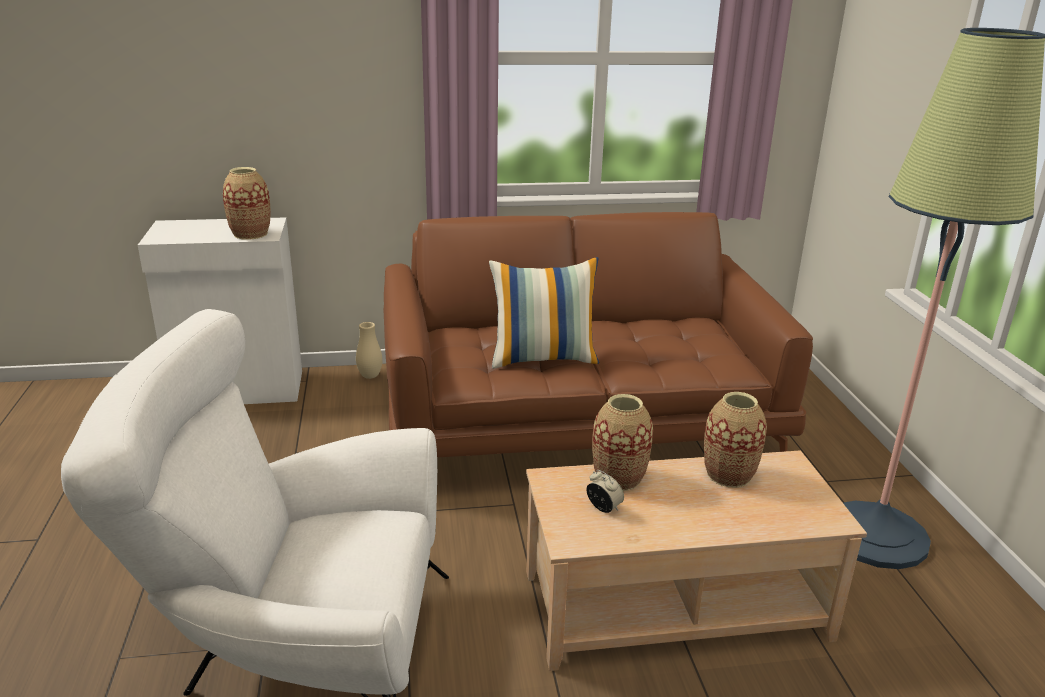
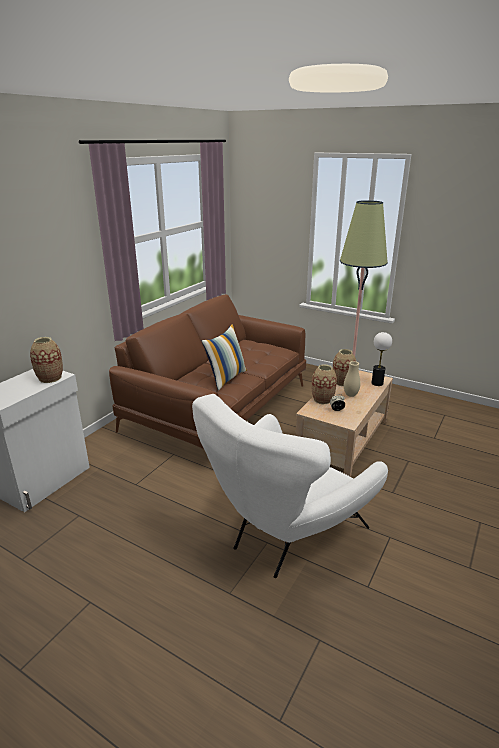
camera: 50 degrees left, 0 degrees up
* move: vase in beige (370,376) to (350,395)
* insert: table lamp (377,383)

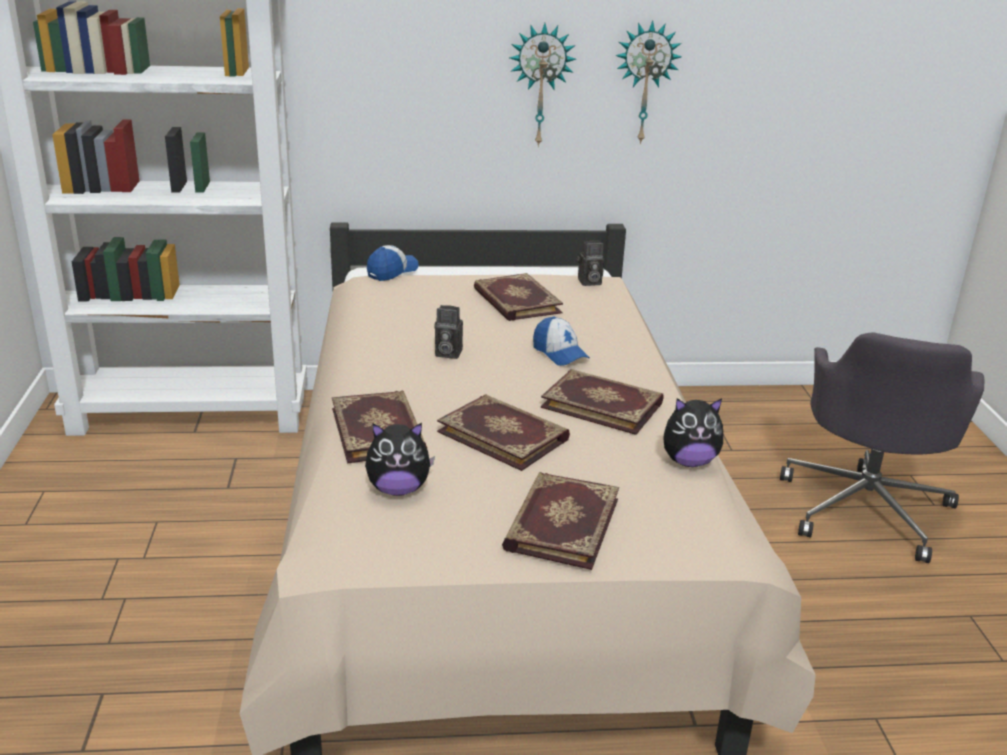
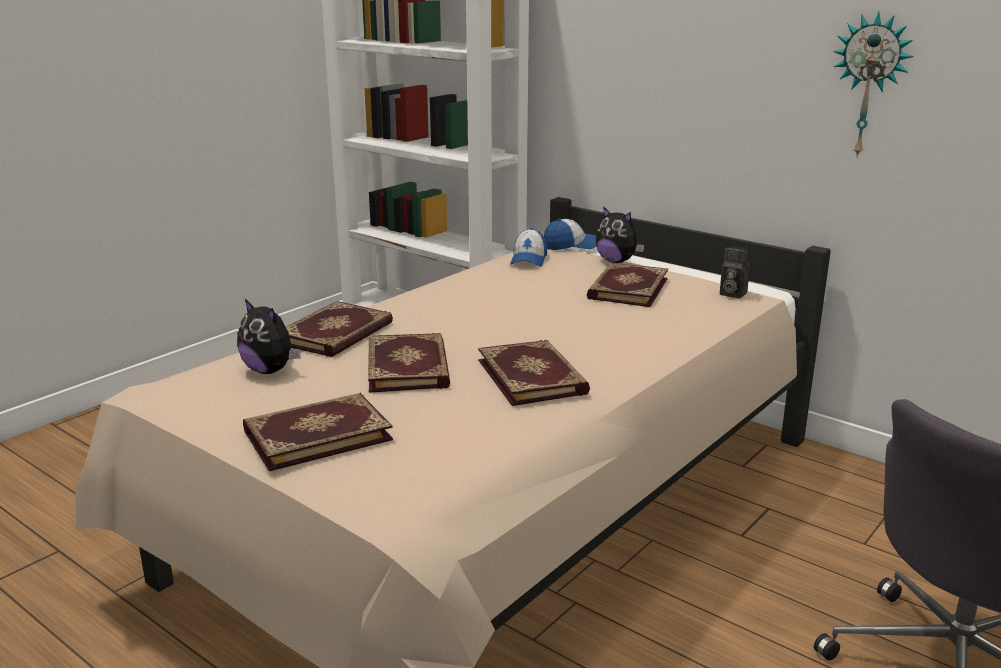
camera: 45 degrees right, 5 degrees down
* delete: photo camera (446,353)
* delete: wall clock (540,85)
* move: cap (560,353) to (528,260)
* move: plush toy (689,461) to (616,261)

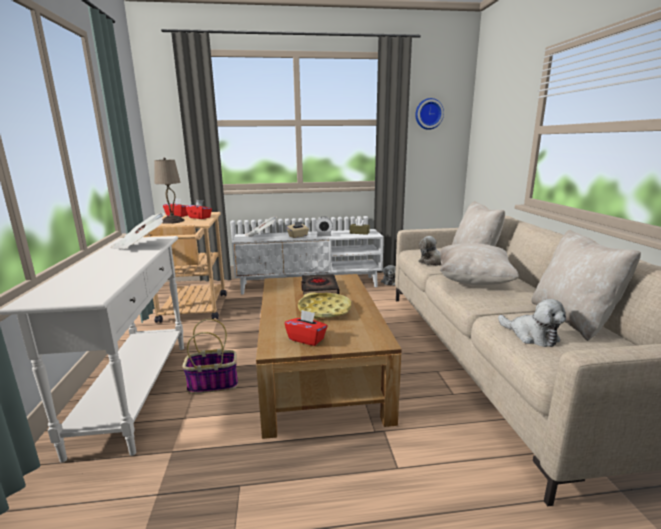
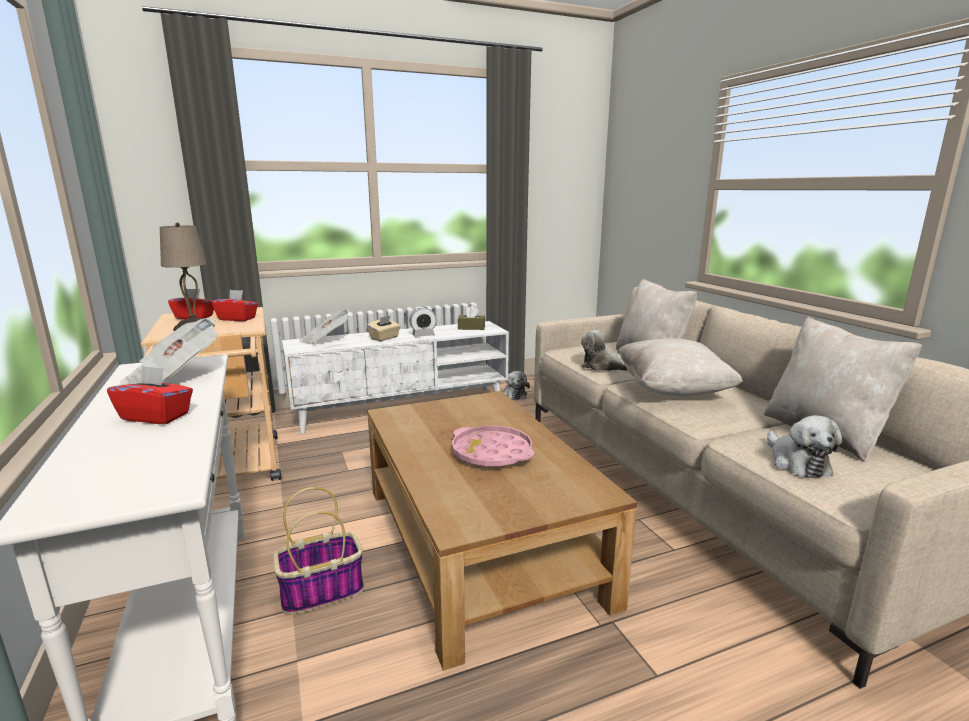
camera: 15 degrees left, 0 degrees up
* move: tissue box in red (306,339) to (156,416)
* recolor: tray in yellow (324,310) to tray in pink (492,453)
* delete: book in black (319,288)
* delete: wall clock (428,114)
* rotate: plush toy (531,336) = (797,462) 45 degrees clockwise

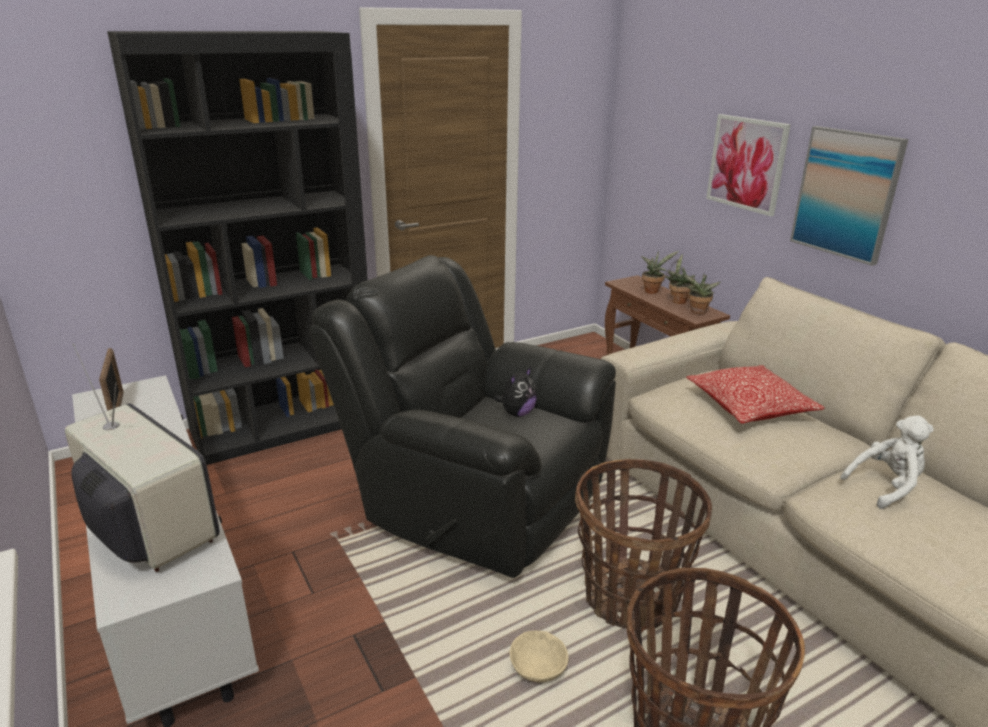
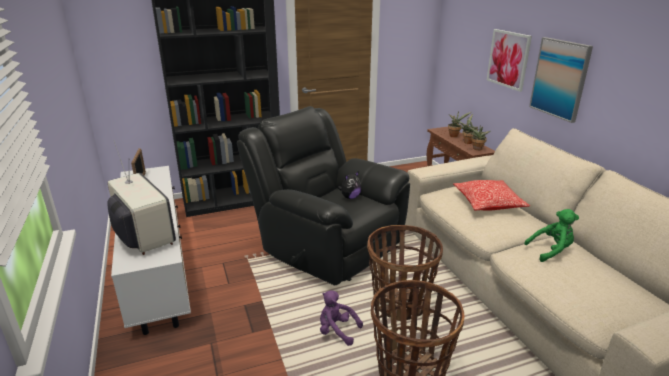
camera: 10 degrees right, 0 degrees up
* replace: bowl in beige (537,668) to plush toy in purple (337,331)
* recolor: plush toy in white (886,487) to plush toy in green (551,251)

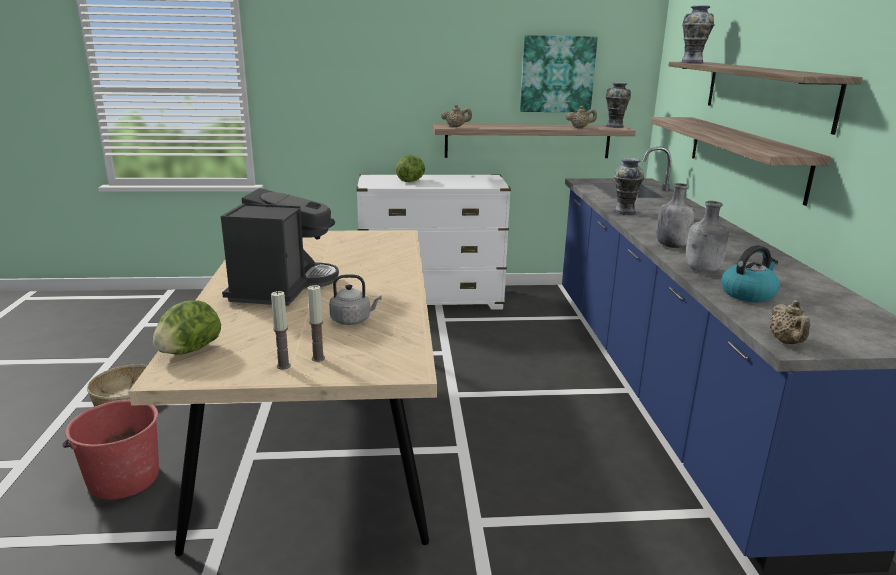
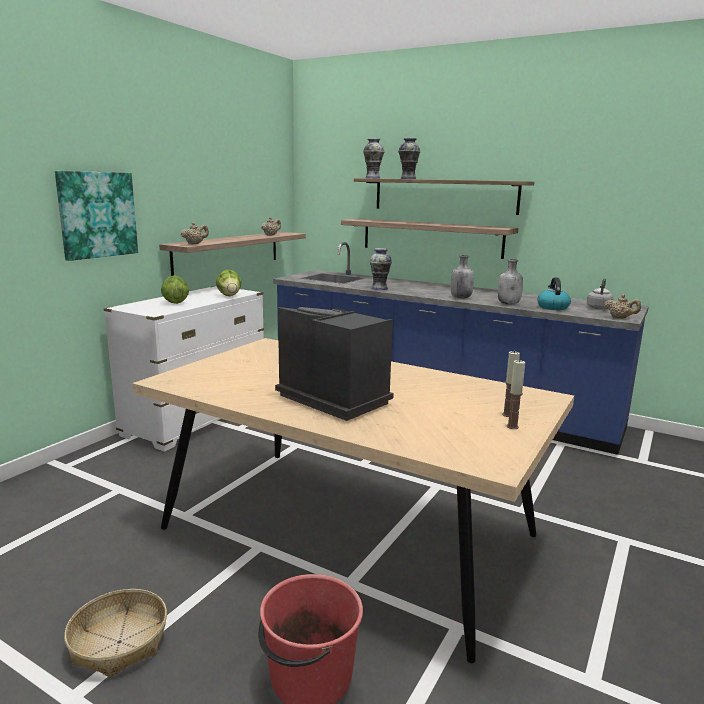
camera: 55 degrees left, 5 degrees down
* move: lettuce (189,351) to (229,296)
* move: kettle in grey (353,320) to (599,308)
* move: picture (557,74) to (97,214)
* move: vase (614,126) to (408,178)

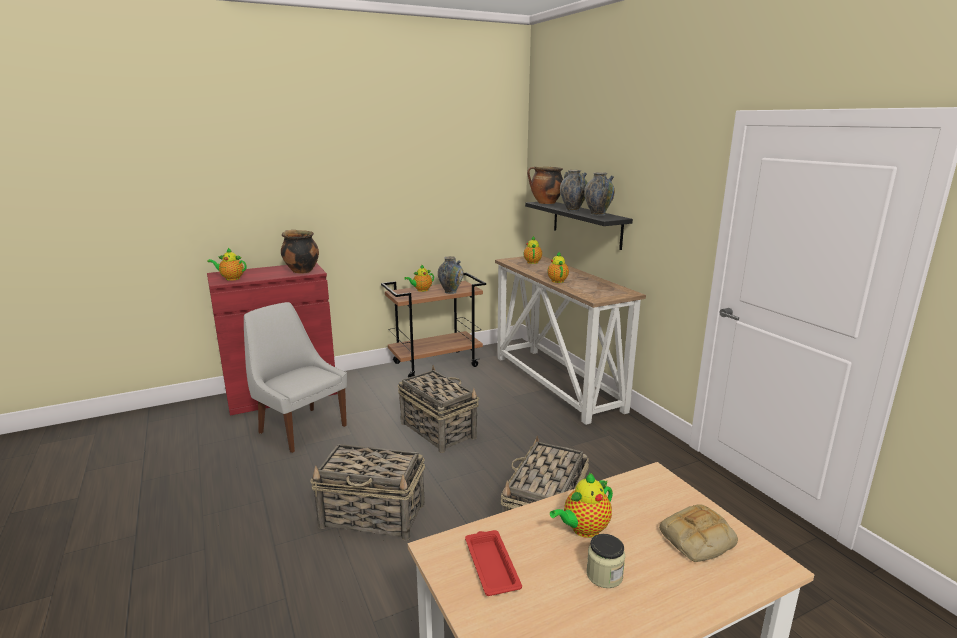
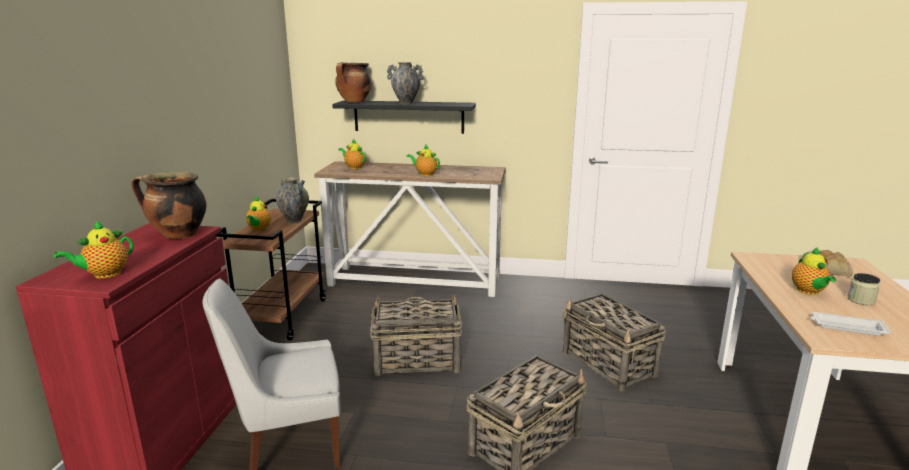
camera: 55 degrees left, 0 degrees up
* recolor: tray in red (491,565) to tray in white (846,327)
* delete: vase (597,214)

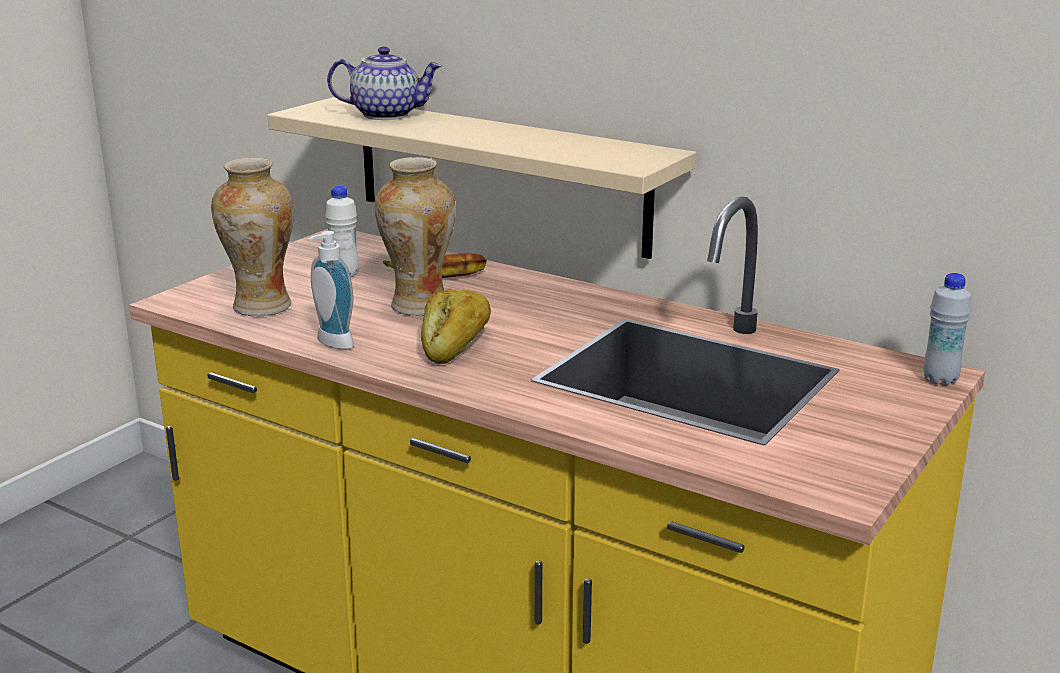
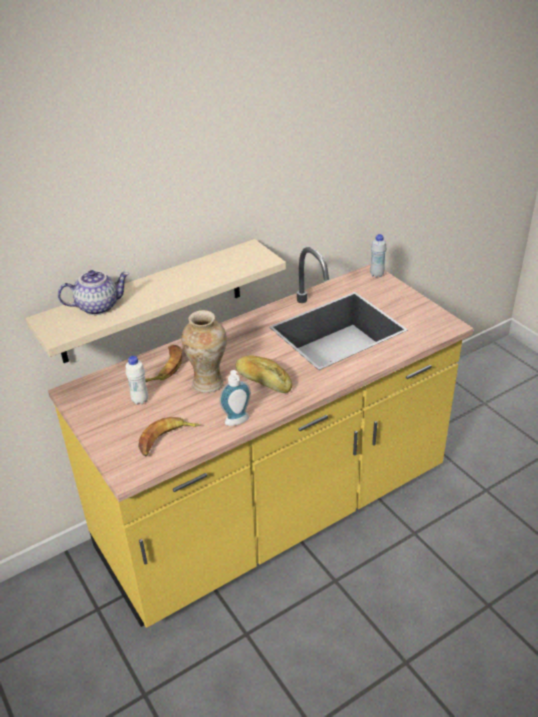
camera: 65 degrees left, 15 degrees up
* replace: vase (261,307) to banana (166,439)
* rotate: teapot (387,115) = (98,306) 45 degrees clockwise

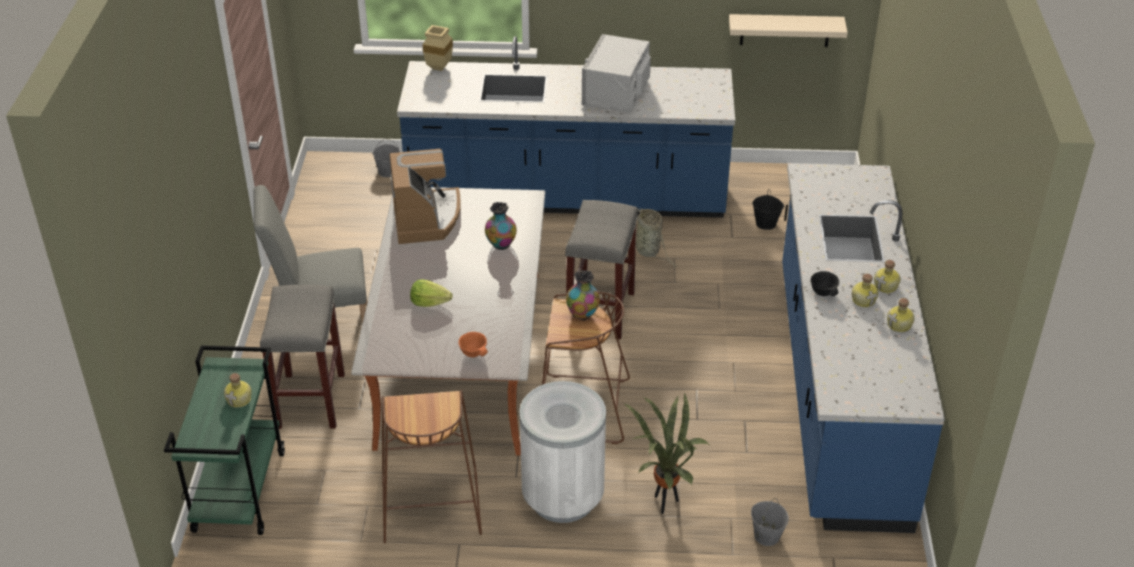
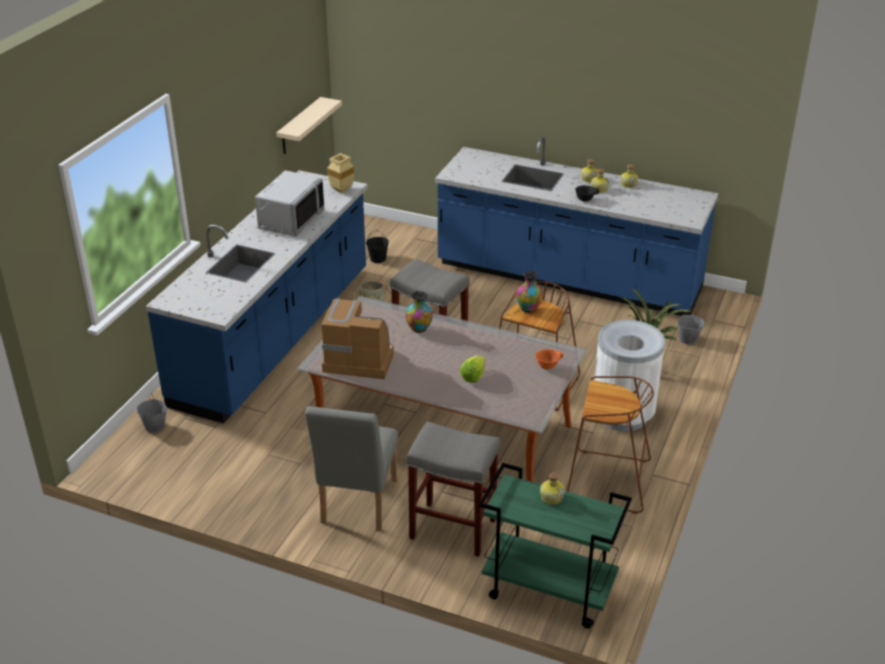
camera: 70 degrees left, 5 degrees down
* move: vase in beige (437,68) to (341,191)
* rotate: microwave in grey (616,93) = (290,220) 105 degrees counterclockwise

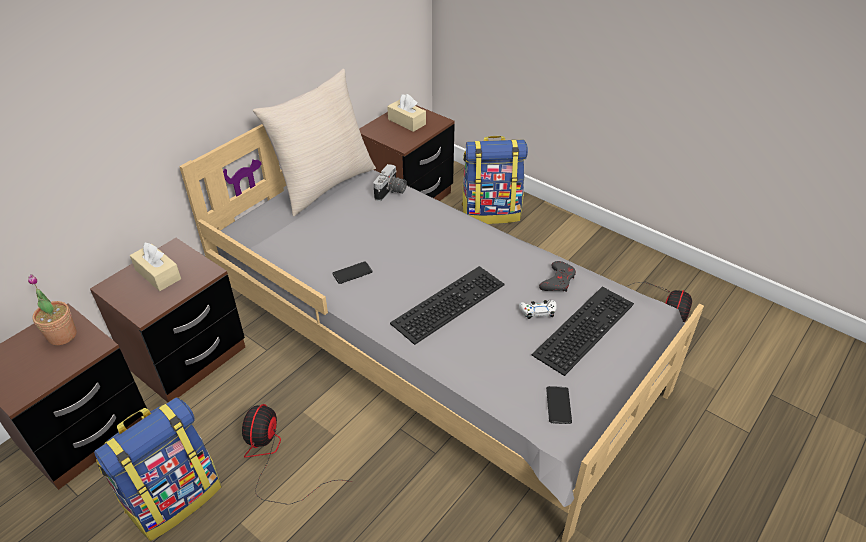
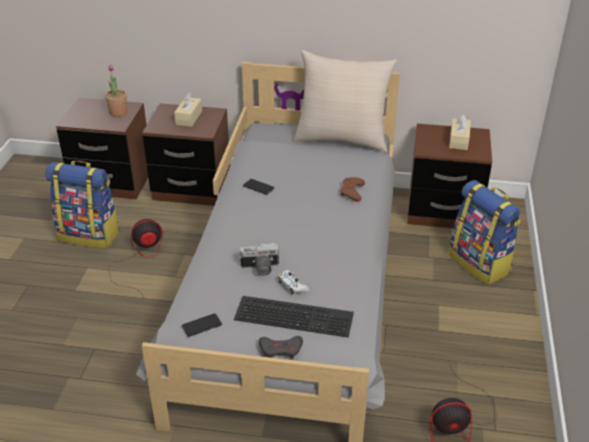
camera: 60 degrees right, 5 degrees down
* move: photo camera (391,192) to (260,268)
* delete: keyboard (448,302)
* move: game controller in grey (558,281) to (281,349)
* insert: game controller in brown (352,192)

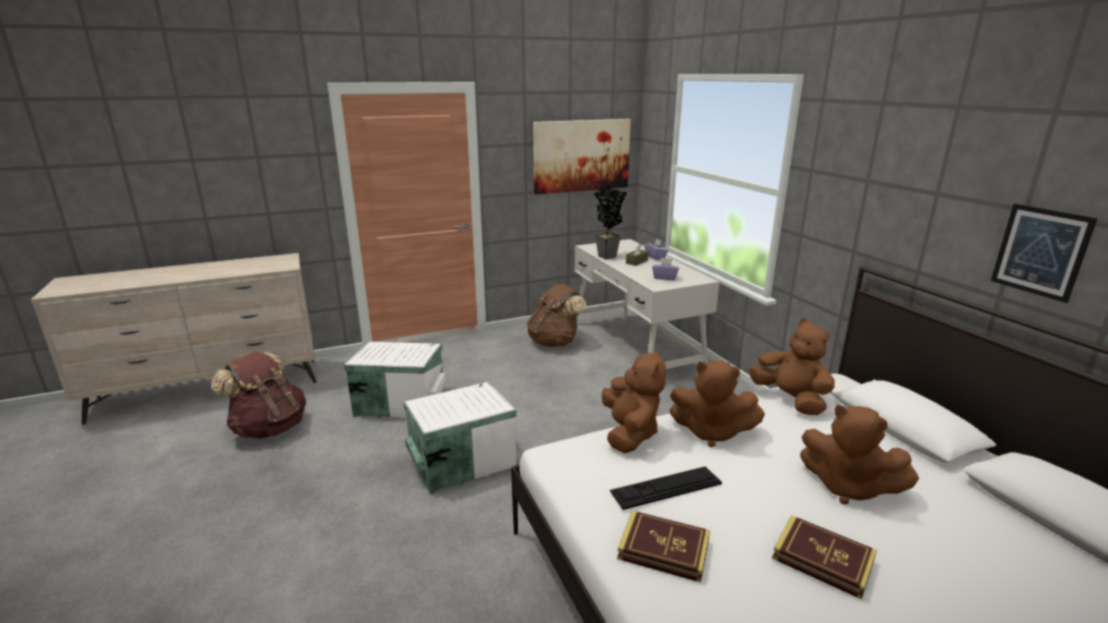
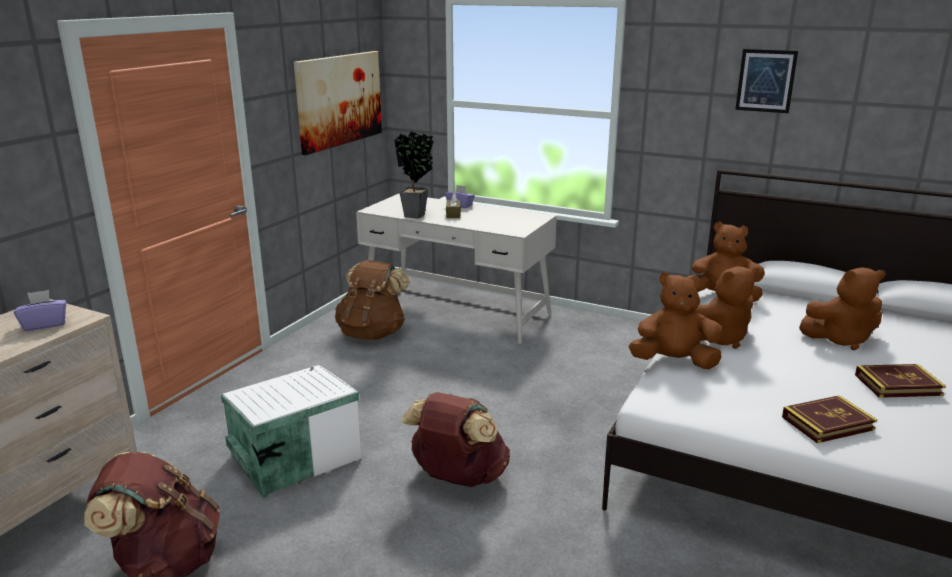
camera: 40 degrees left, 0 degrees up
* replace: storage box in white (460,459) to backpack in brown (458,478)
* rotate: plush toy in brown (629,433) = (674,362) 45 degrees counterclockwise
* delete: keyboard (666,487)
* move: tissue box in purple (665,277) to (45,324)
* move: picture (1040,251) to (766,81)

